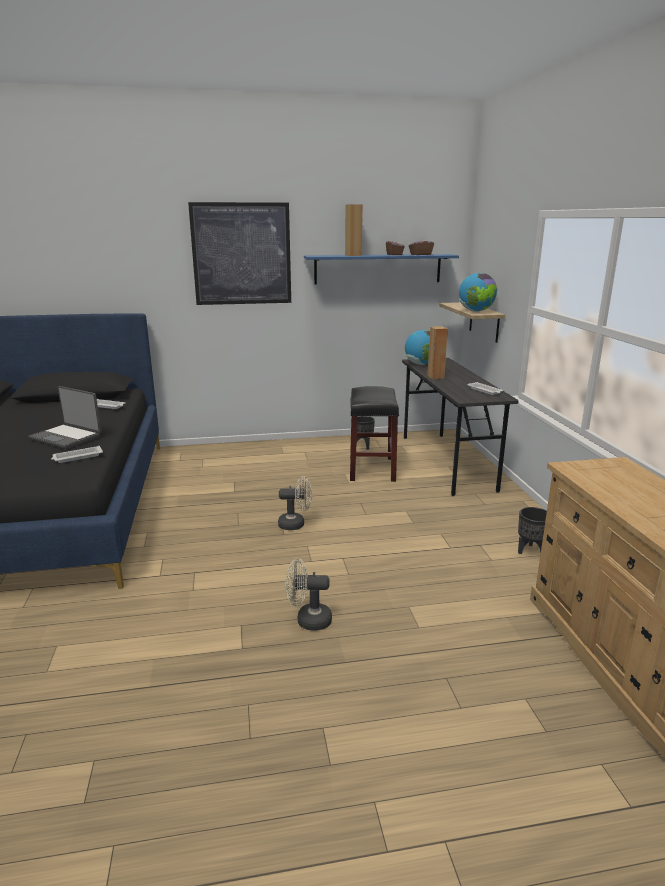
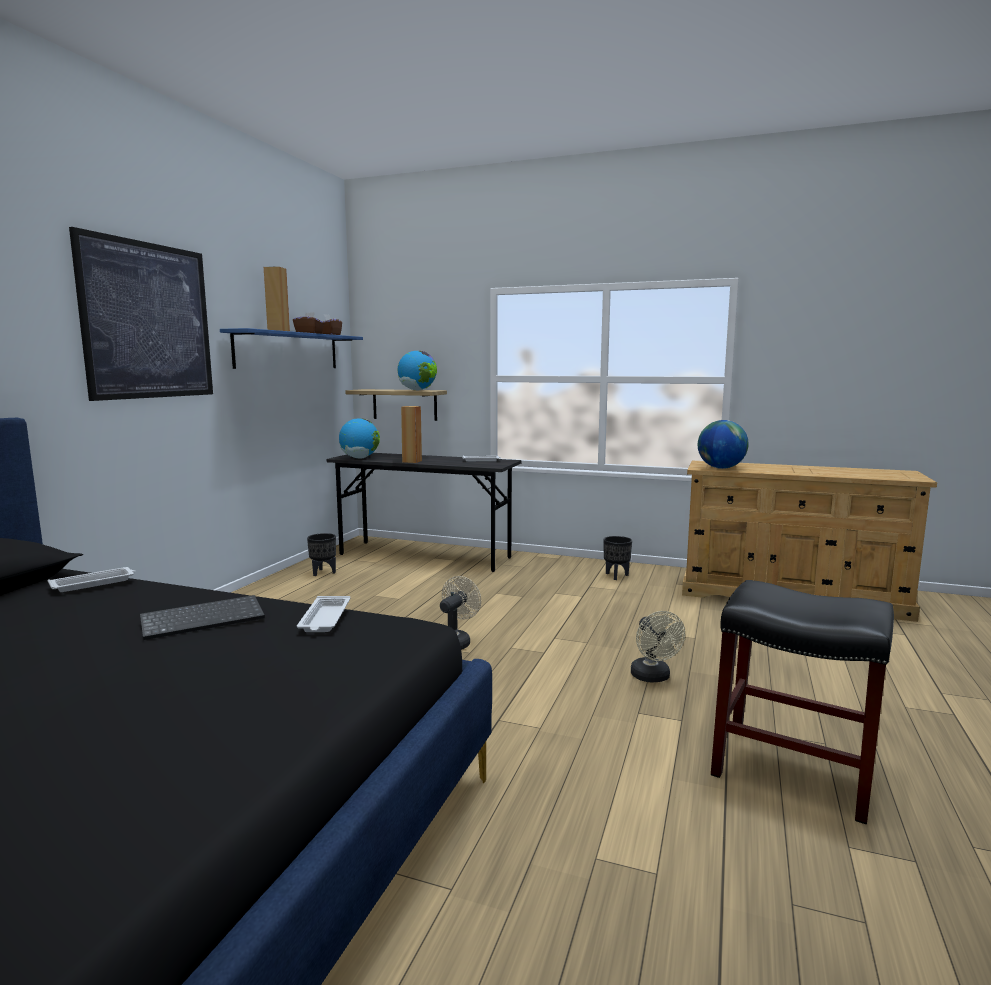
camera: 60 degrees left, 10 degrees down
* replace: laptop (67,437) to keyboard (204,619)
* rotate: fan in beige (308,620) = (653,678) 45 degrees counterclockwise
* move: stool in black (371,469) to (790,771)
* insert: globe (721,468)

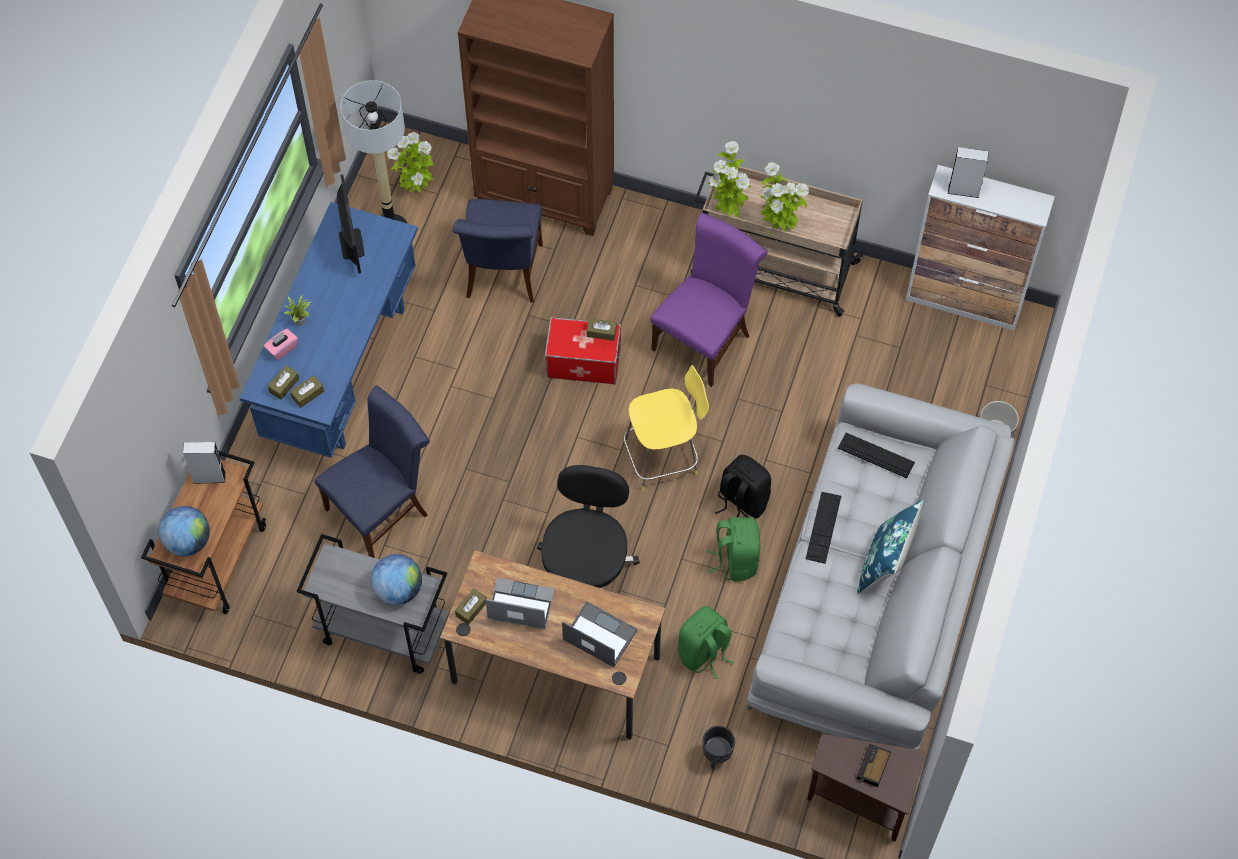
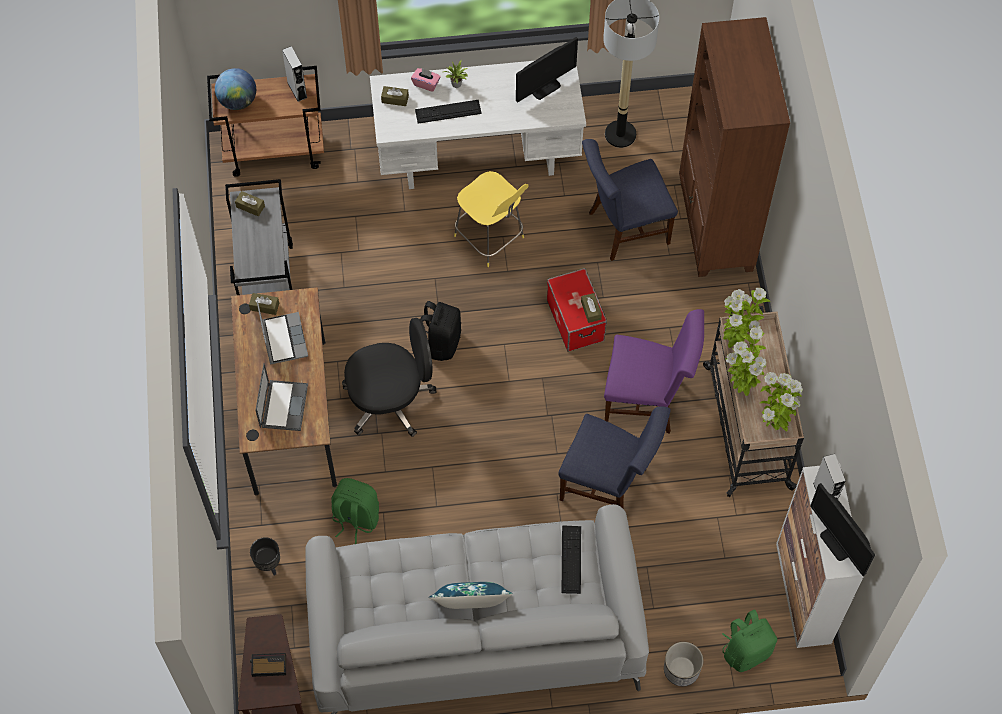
camera: 65 degrees right, 0 degrees up
* recolor: desk in blue (342,367) to desk in white (479,156)
* move: tissue box in brown (307,394) to (250,206)
* move: chair in blue (382,508) to (609,485)
* delete: globe (398,589)
* move: potted plant (417,190) to (773,424)
* move: stool in yellow (663,457) to (490,238)
* move: backpack in green (735,560) to (746,651)
* move: backpack in black (741,501) to (441,342)
* move: keyboard (823,527) to (448,111)
* insert: monitor (838,542)

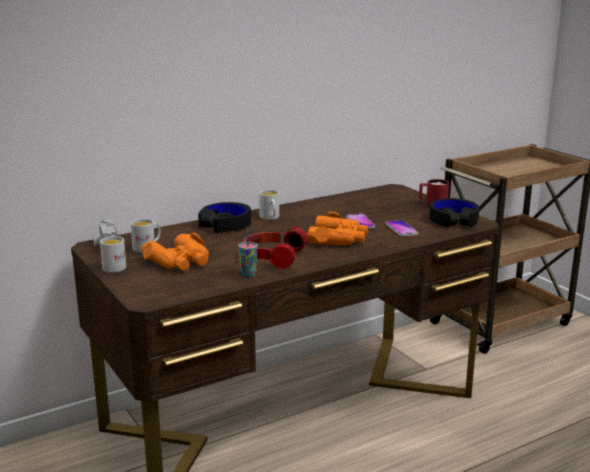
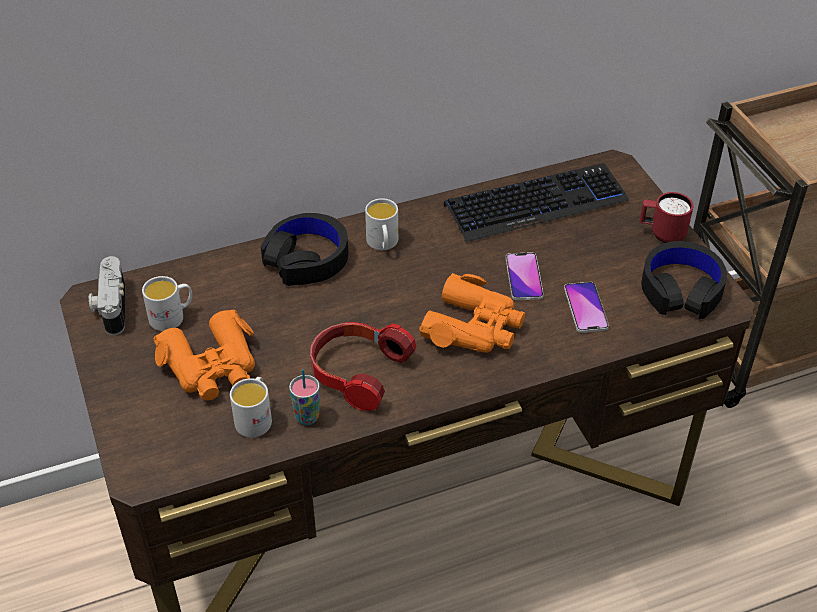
camera: 10 degrees right, 25 degrees up
* move: mug in white (115,266) to (255,418)
* insert: keyboard (536,204)

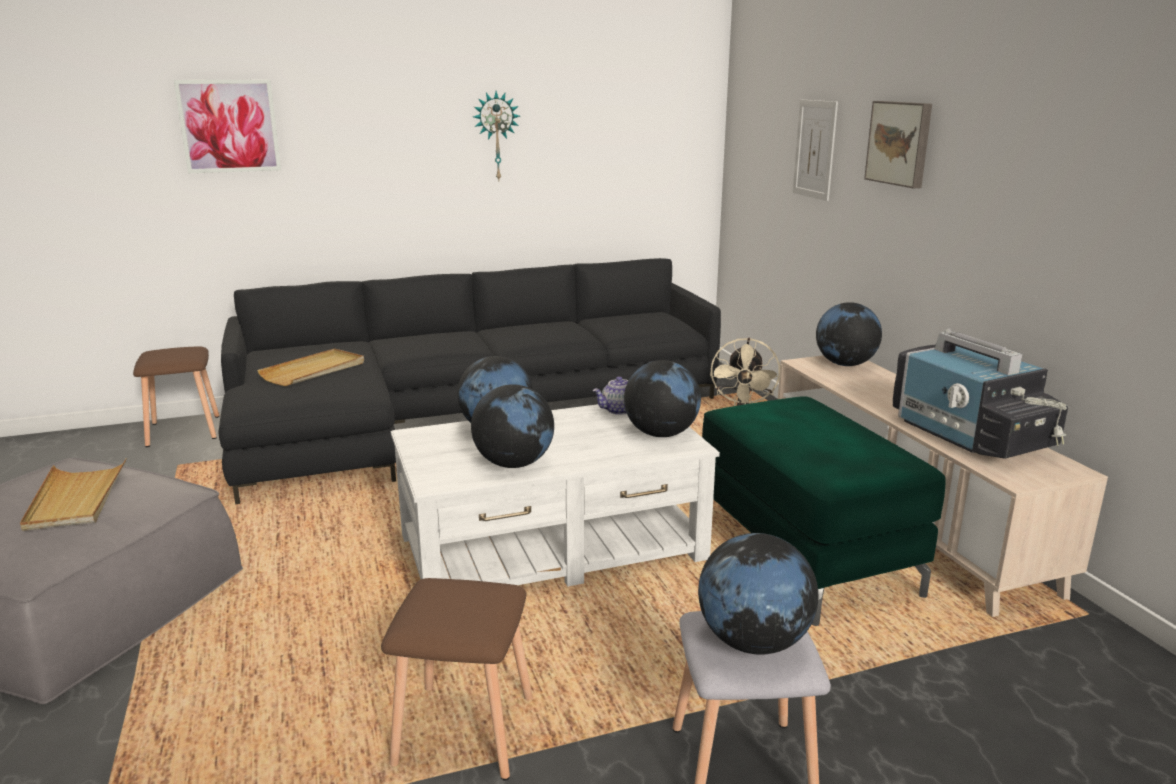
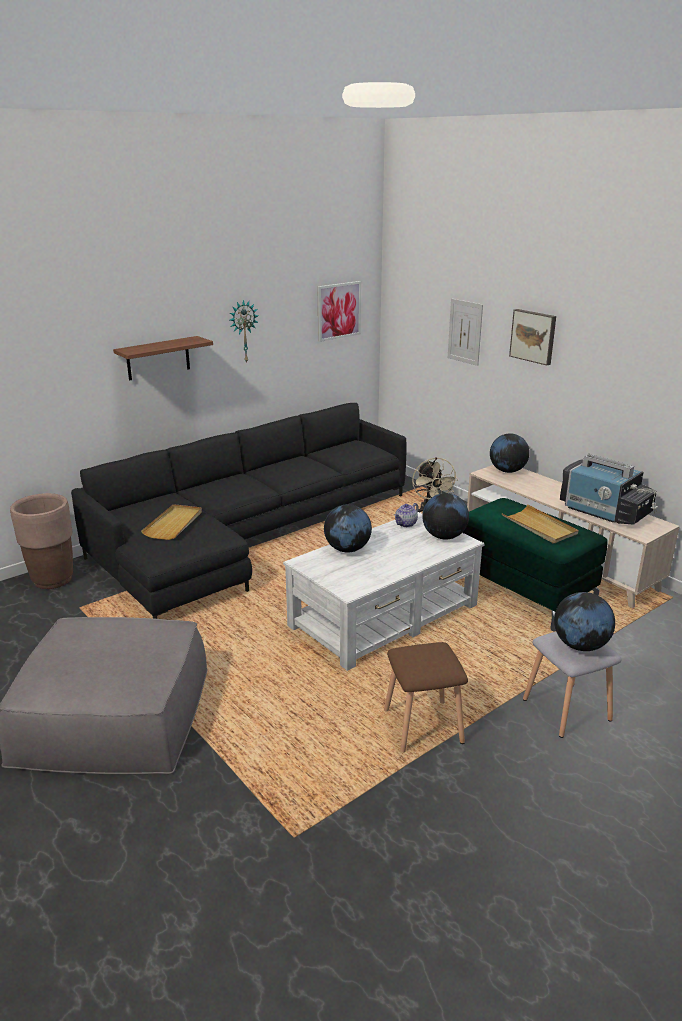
camera: 20 degrees left, 5 degrees up
* move: tray in beige (76,498) to (539,527)
* replace: stool in brown (185,430) to planter in brown (53,580)
* move: picture (229,126) to (338,310)
* delete: globe (514,464)
* insert: shelf (158,358)

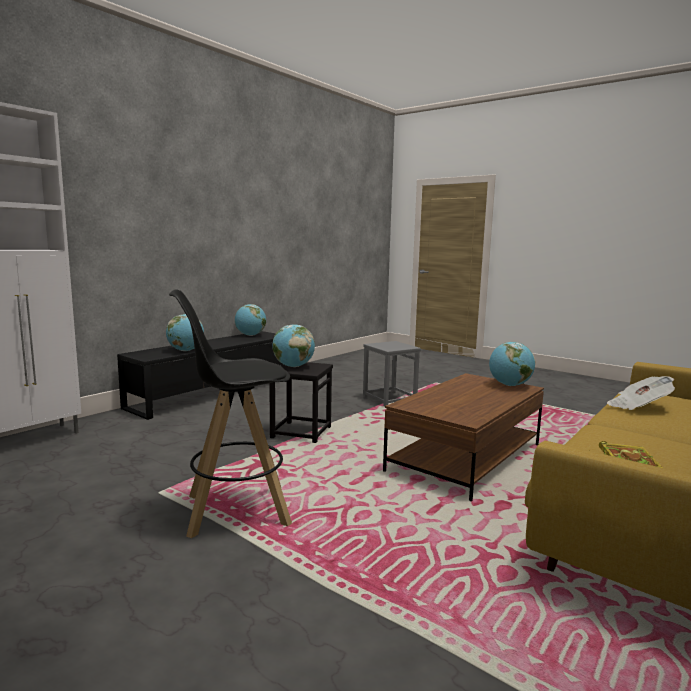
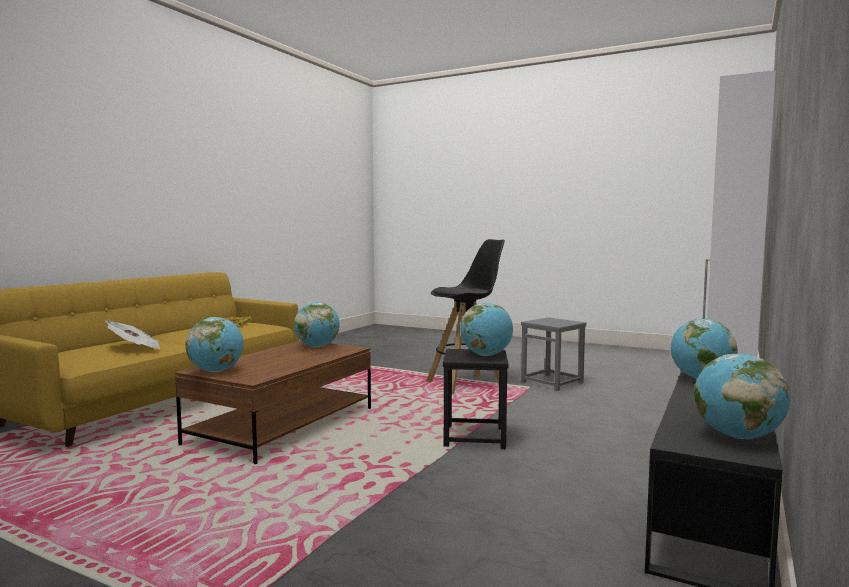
camera: 170 degrees right, 5 degrees down
* move: stool in grey (389,399) to (552,382)
* insert: globe (317,346)

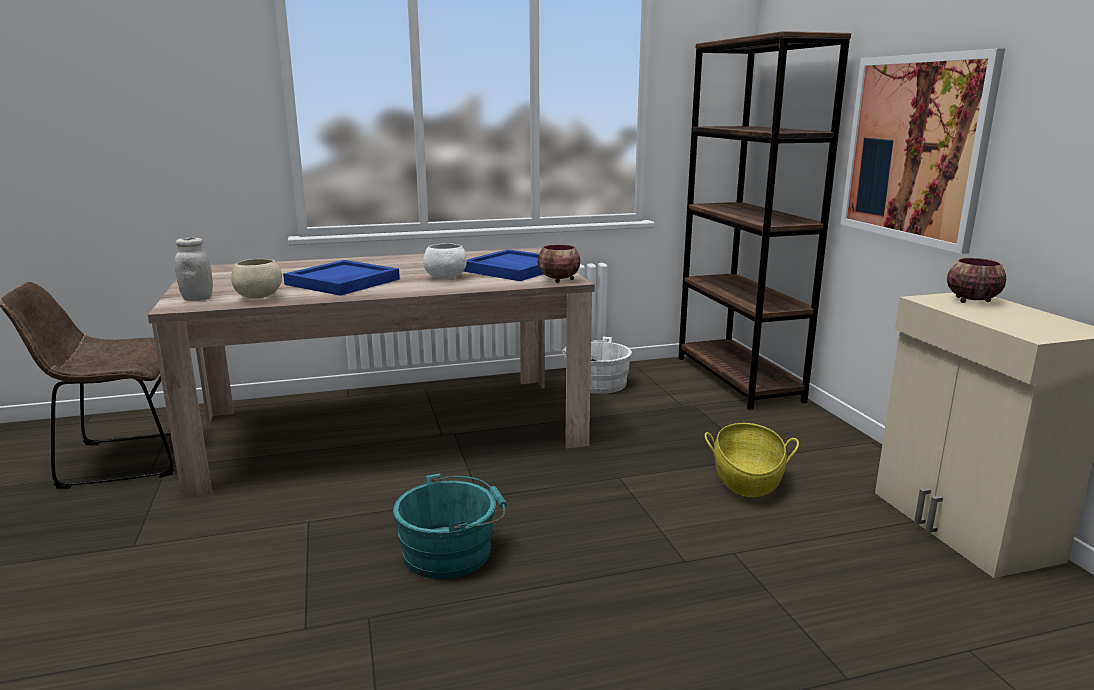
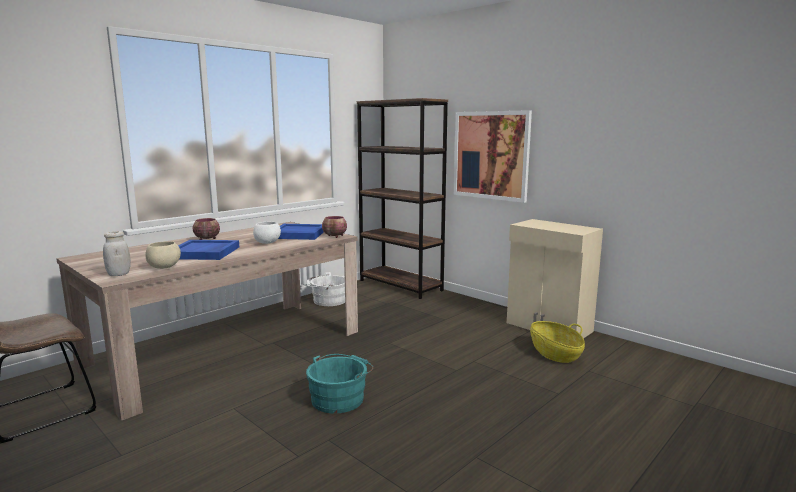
camera: 30 degrees left, 5 degrees down
* move: basket (747,479) to (555,353)
* move: bowl (970,300) to (206,239)

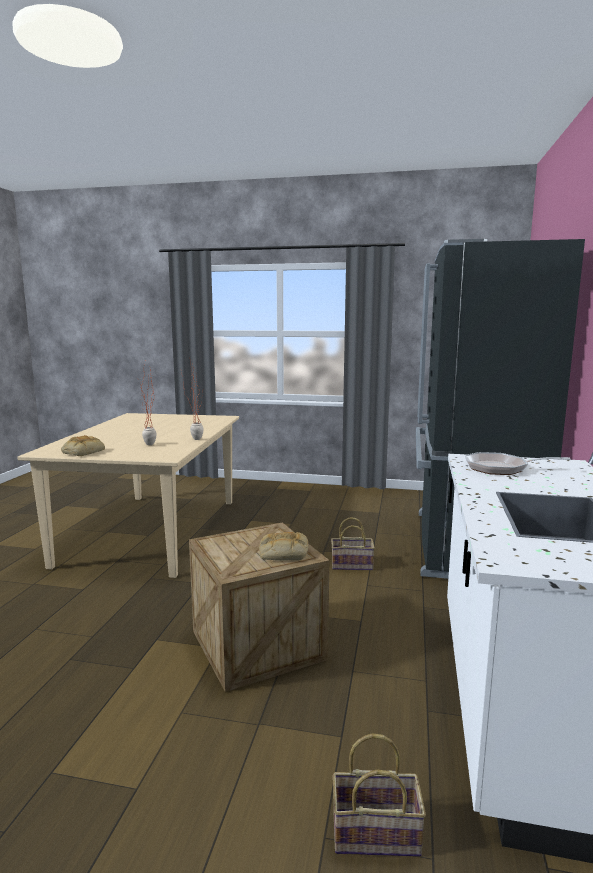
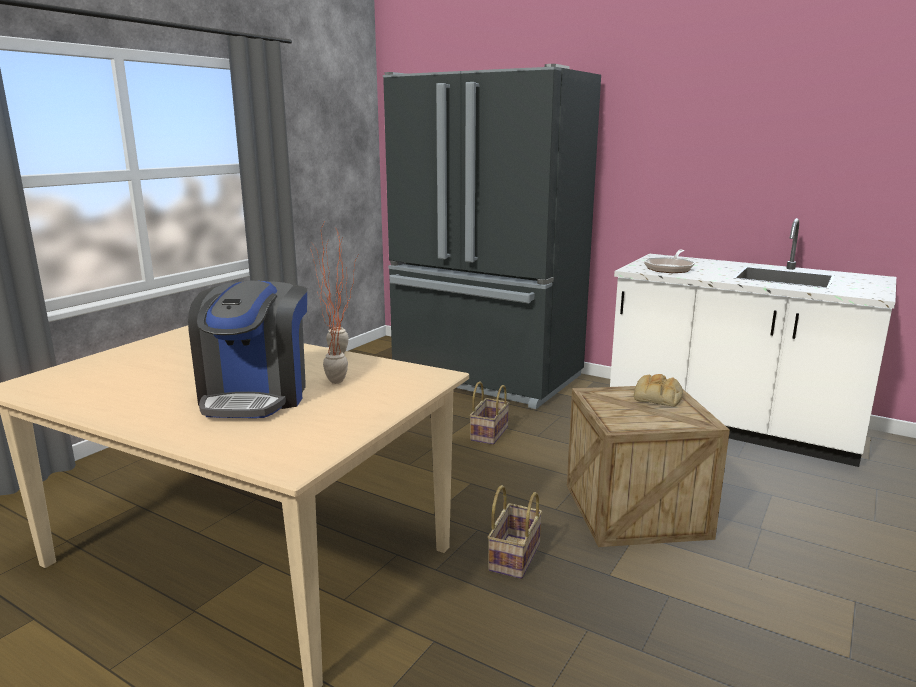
camera: 70 degrees left, 5 degrees up
* delete: bread (83,452)
* move: basket (377,832) to (514,555)
* insert: coffee machine (256,395)

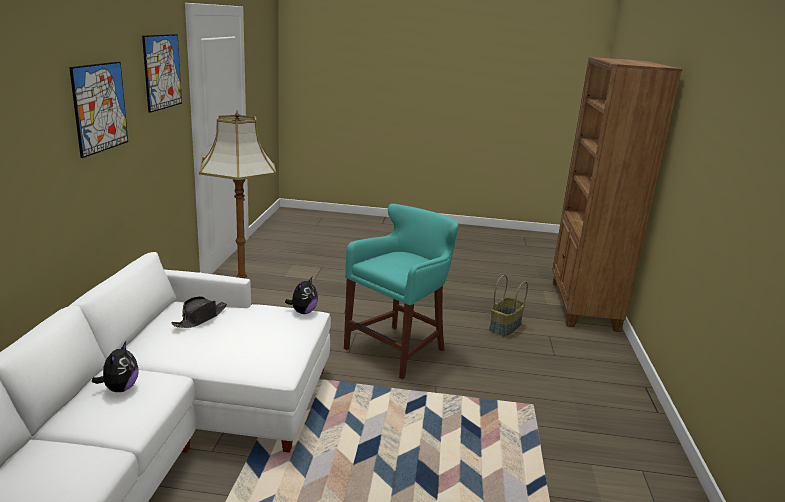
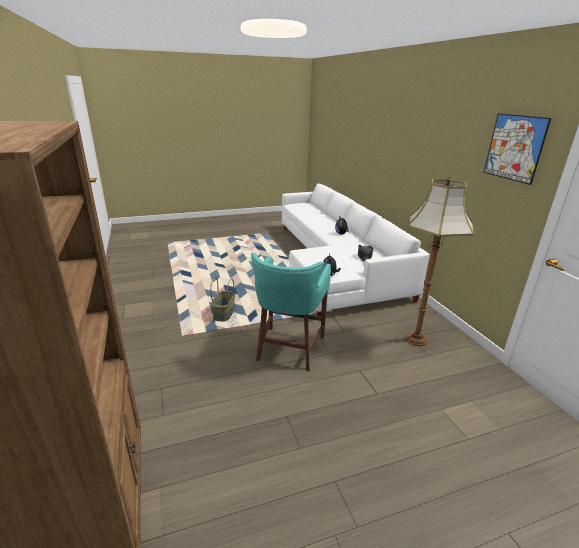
camera: 155 degrees right, 5 degrees up
* delete: picture (100,107)
* move: basket (505,327) to (224,313)

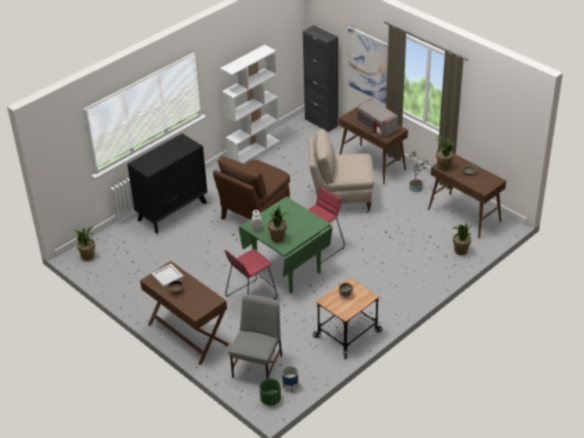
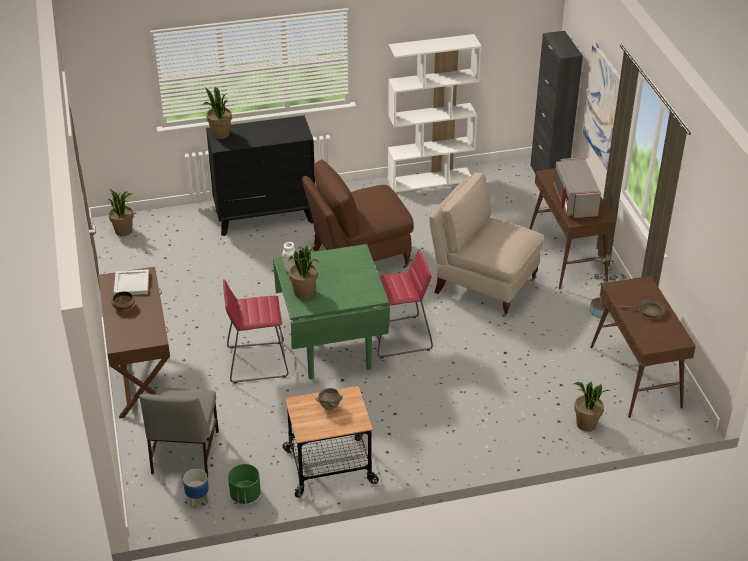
camera: 30 degrees right, 0 degrees up
* rotate: chair in grey (258,366) = (184,453) 135 degrees clockwise
* move: planter in green (270,399) to (245,495)
* move: potted plant (443,167) to (220,134)

